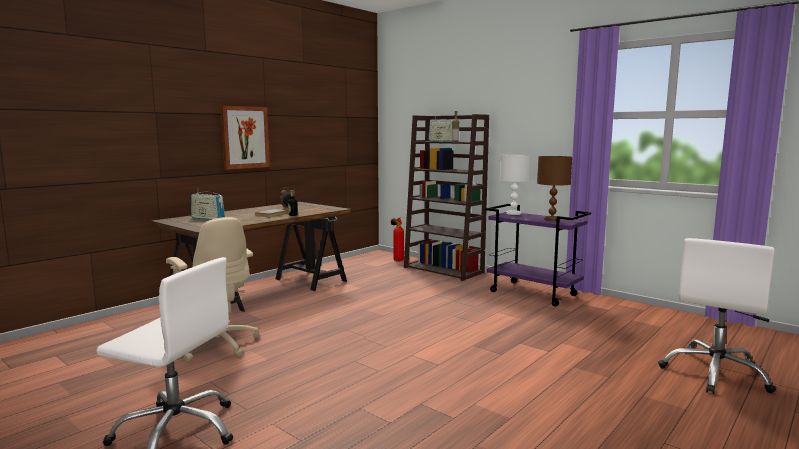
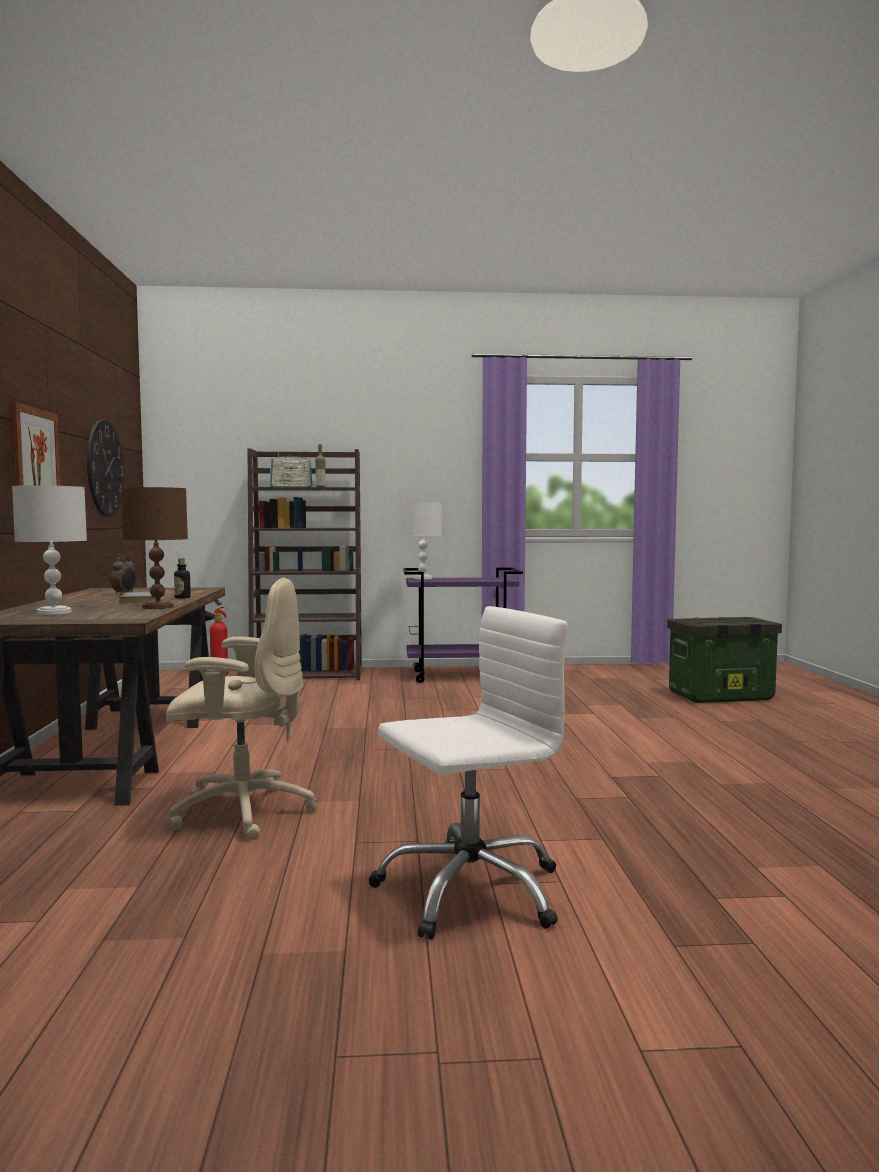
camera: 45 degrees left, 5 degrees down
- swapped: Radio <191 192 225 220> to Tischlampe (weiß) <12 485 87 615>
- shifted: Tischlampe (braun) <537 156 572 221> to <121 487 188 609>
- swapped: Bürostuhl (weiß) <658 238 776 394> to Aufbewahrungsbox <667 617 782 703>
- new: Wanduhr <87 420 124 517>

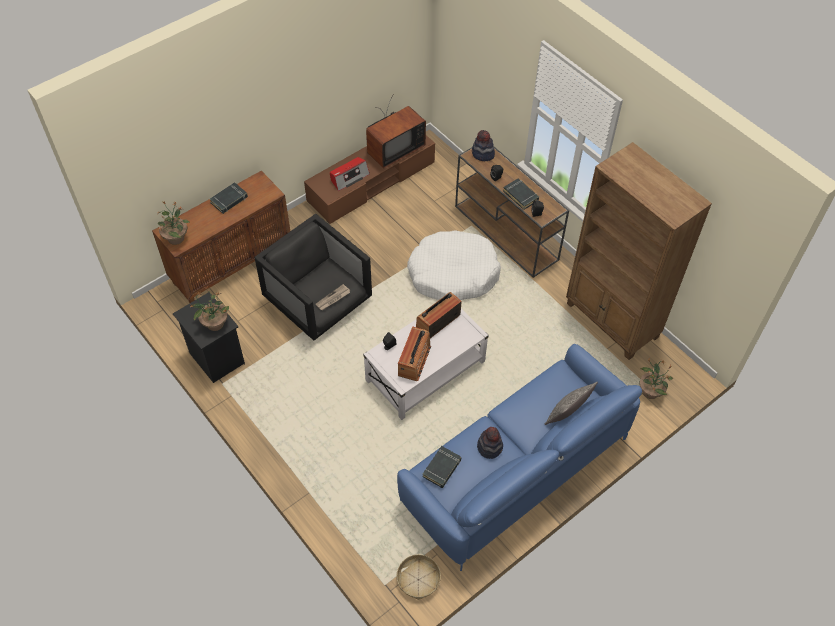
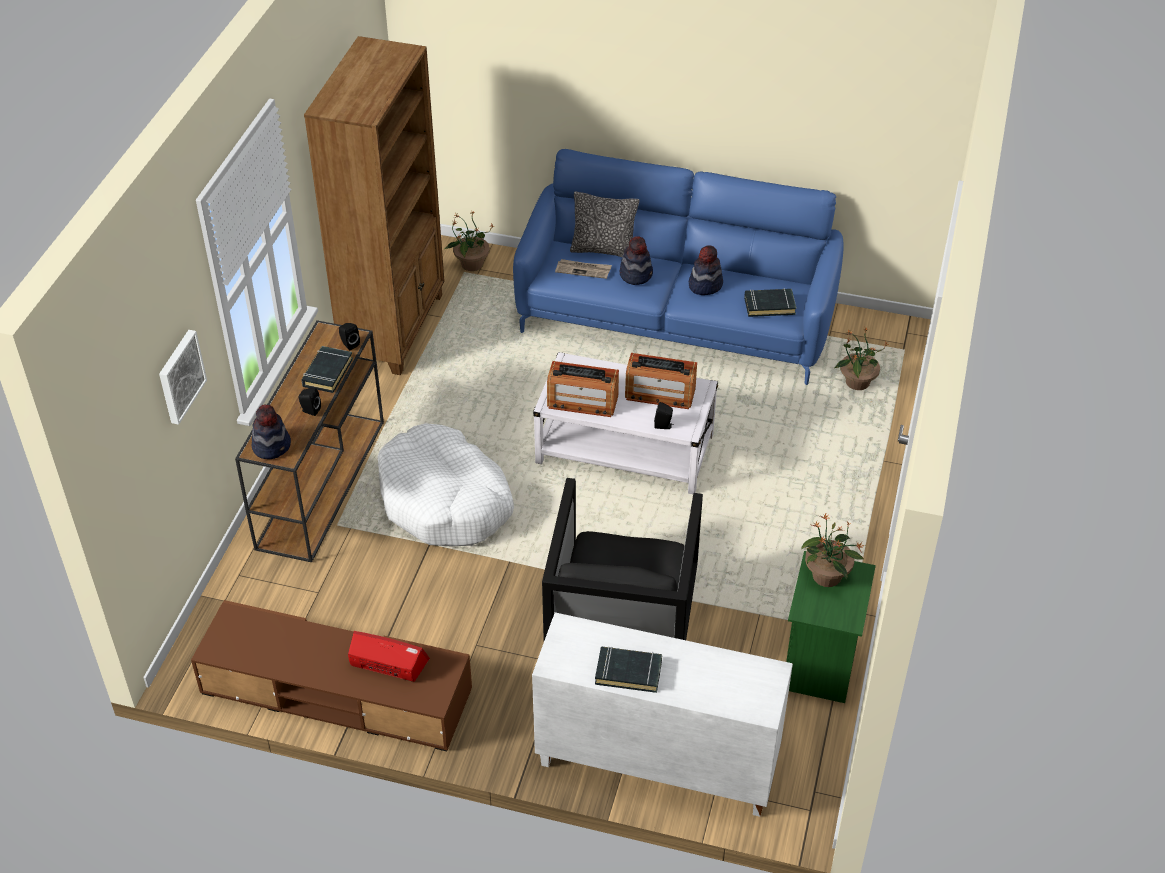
camera: 125 degrees left, 10 degrees down
- repainted: Schrank (braun) <152 171 290 303> to Schrank (weiß) <532 612 793 817>
- shifted: Topfpflanze <157 202 190 245> to <835 326 889 390>
- repainted: Nachttisch (schwarz) <173 292 245 383> to Nachttisch (grün) <786 551 876 703>
- shifted: Zeitung <316 284 350 310> to <555 259 612 279>
- gone: Fernseher <366 95 426 168>
- gone: Korb <397 554 441 600>
- rotated: Radio <398 326 431 381> = <625 353 697 409> 150 degrees counterclockwise
- new: Bild <159 330 207 425>
- new: Hut <620 237 653 285>

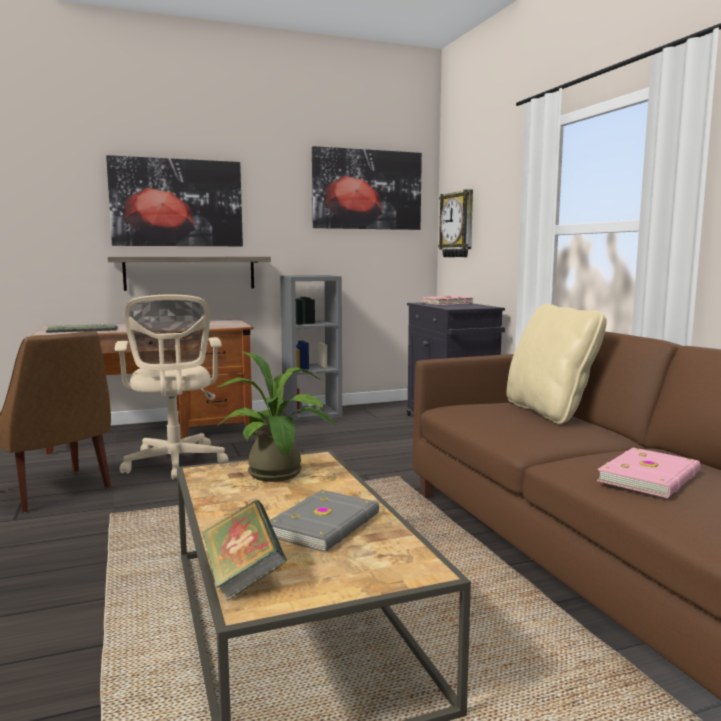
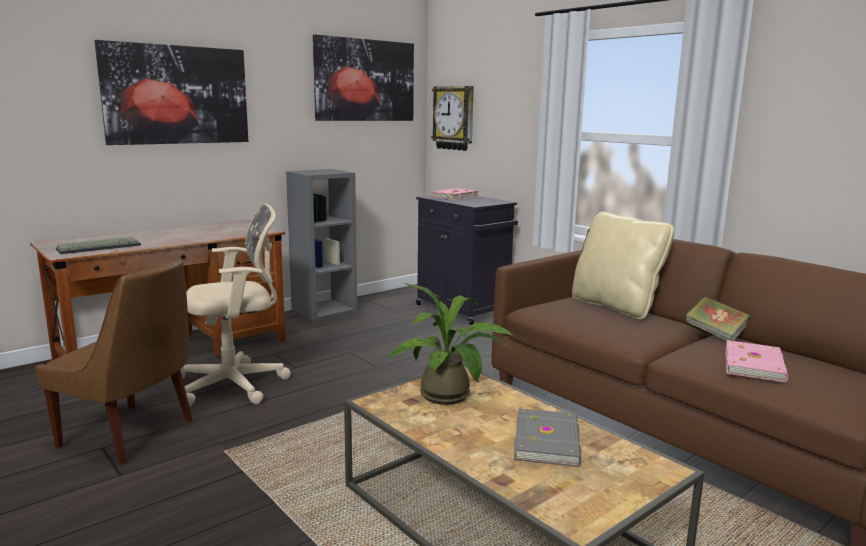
camera: 20 degrees left, 5 degrees up
- gone: Wandregal <108 257 271 291>
- rotated: Bürostuhl (beige) <115 294 228 480> = <180 203 291 406> 75 degrees counterclockwise
- shifted: Buch <203 500 287 601> to <685 296 751 341>

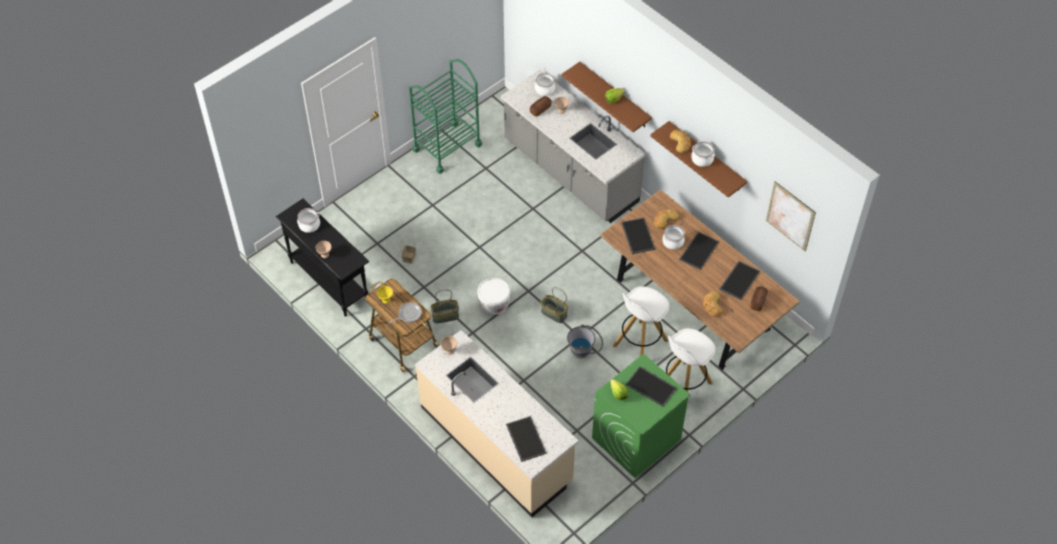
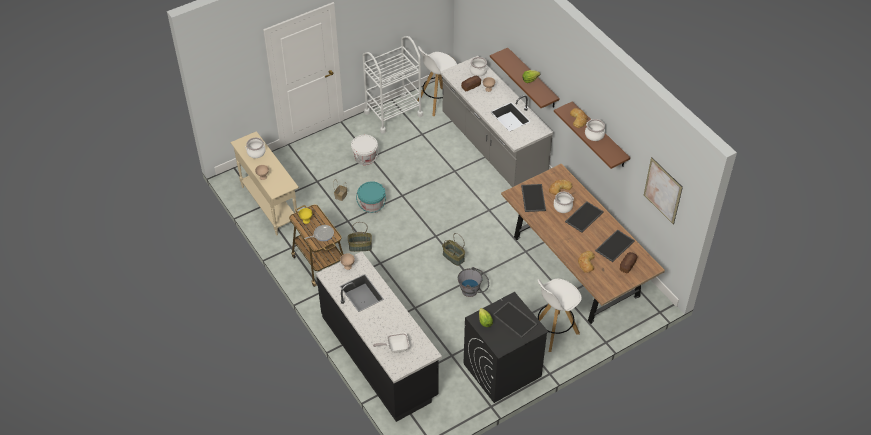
camera: 10 degrees right, 5 degrees down
- repainted: Konsolentisch (schwarz) <276 199 369 317> to Konsolentisch (beige) <230 131 299 235>
- repainted: Rollwagen (grün) <409 59 482 174> to Rollwagen (weiß) <362 36 423 134>
- repainted: Küchenzeile (beige) <415 330 579 517> to Küchenzeile (schwarz) <316 252 442 422>
- shifted: Eimer (weiß) <477 278 510 315> to <351 135 379 165>
- swapped: Tablett <506 416 547 462> to Pfanne <373 332 409 353>
- repainted: Waschmaschine (grün) <592 353 691 478> to Waschmaschine (schwarz) <464 292 549 403>
- shifted: Hocker (weiß) <613 286 670 356> to <417 46 457 116>
- new: Eimer (türkis) <356 181 386 213>

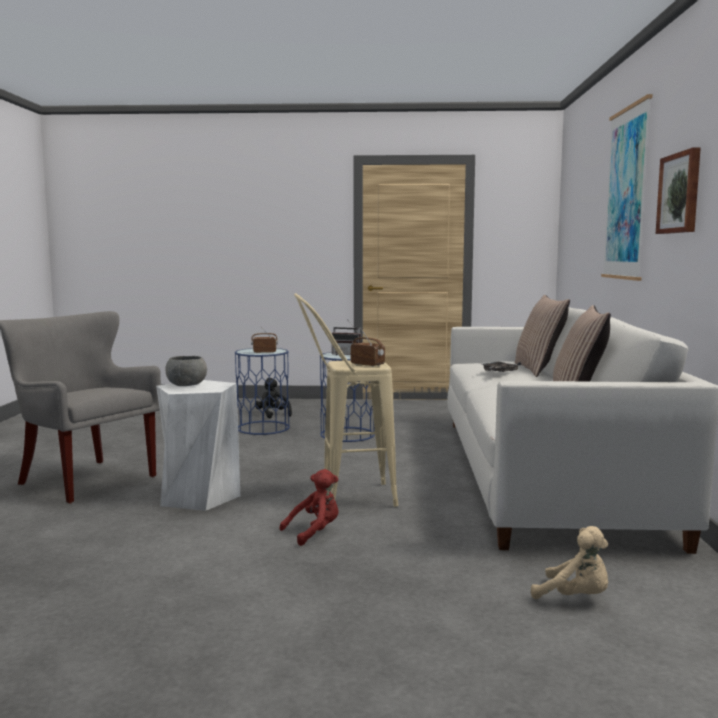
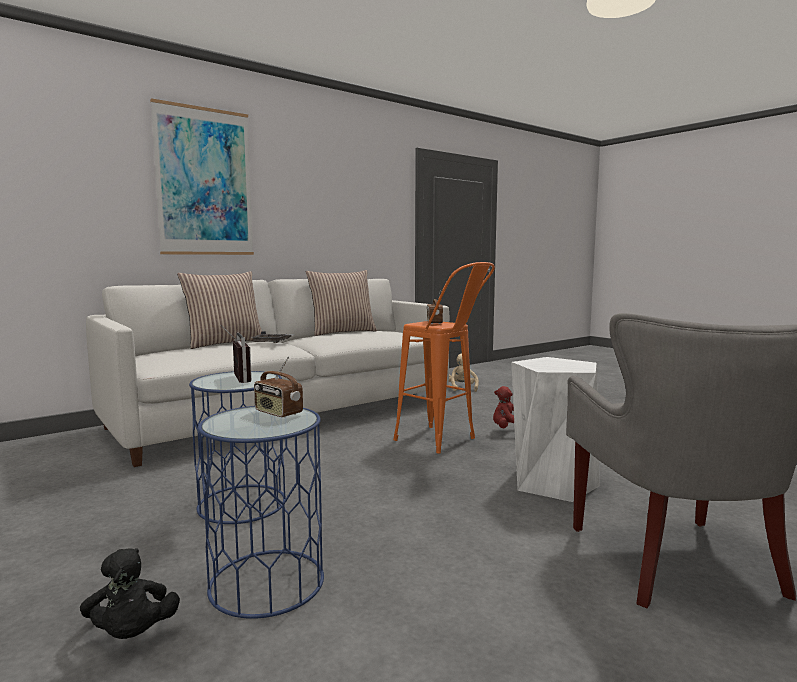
camera: 130 degrees left, 0 degrees up
- gone: Schüssel (grau) <165 356 207 386>
- rotated: Plüschtier (schwarz) <255 378 292 418> = <80 548 180 639> 45 degrees counterclockwise
- repainted: Hocker (beige) <294 293 398 507> to Hocker (orange) <393 262 495 453>
- gone: Bild <656 147 701 234>

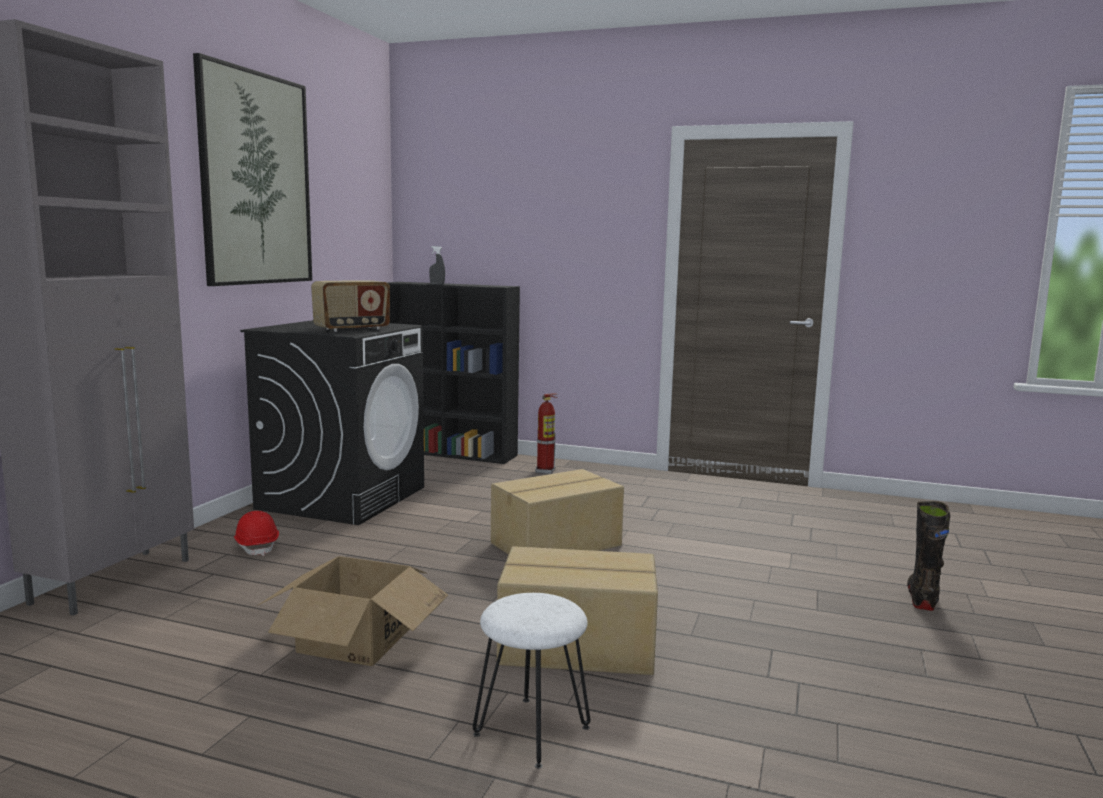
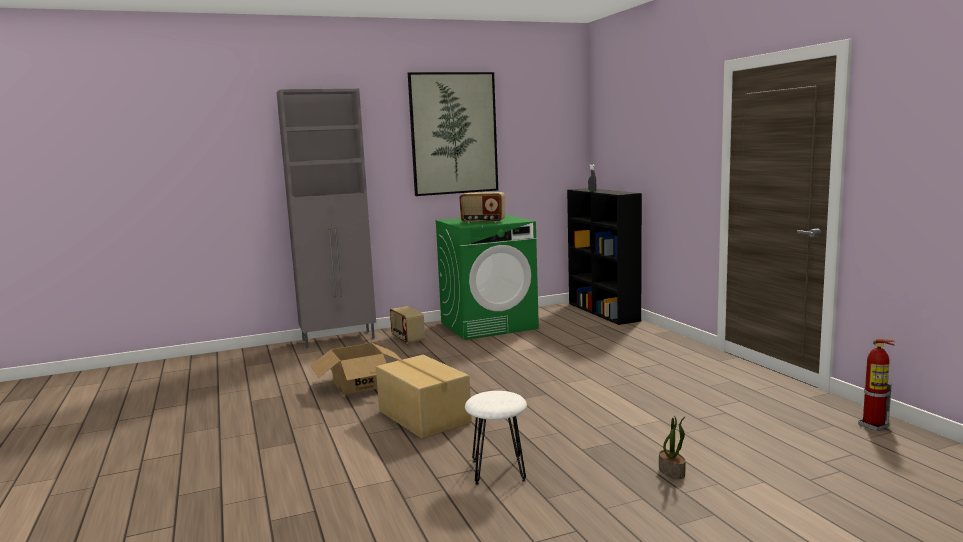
camera: 50 degrees right, 0 degrees up
- swapped: Schutzhelm (rot) <234 511 279 556> to Radio <390 306 425 344>
- repainted: Waschmaschine (schwarz) <240 320 424 525> to Waschmaschine (grün) <435 215 539 340>
- shifted: Hocker (weiß) <473 593 590 769> to <465 391 527 485>
- gone: Karton <491 469 624 555>
- shifted: Feuerlöscher <535 394 558 474> to <858 339 895 431>
- swapped: Stiefel (schwarz) <907 501 950 611> to Topfpflanze <659 415 686 479>

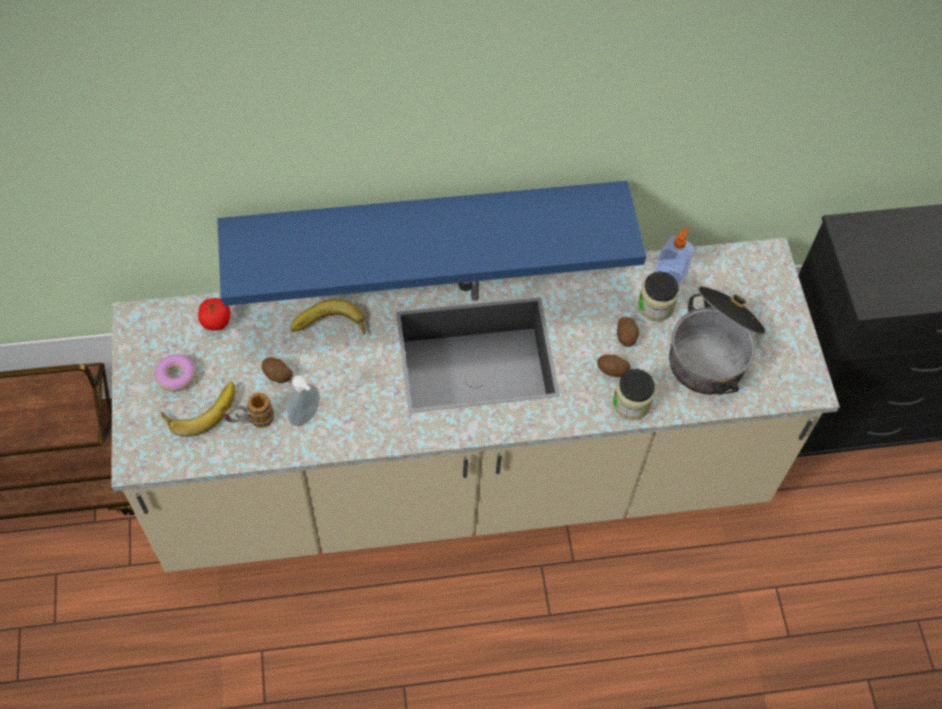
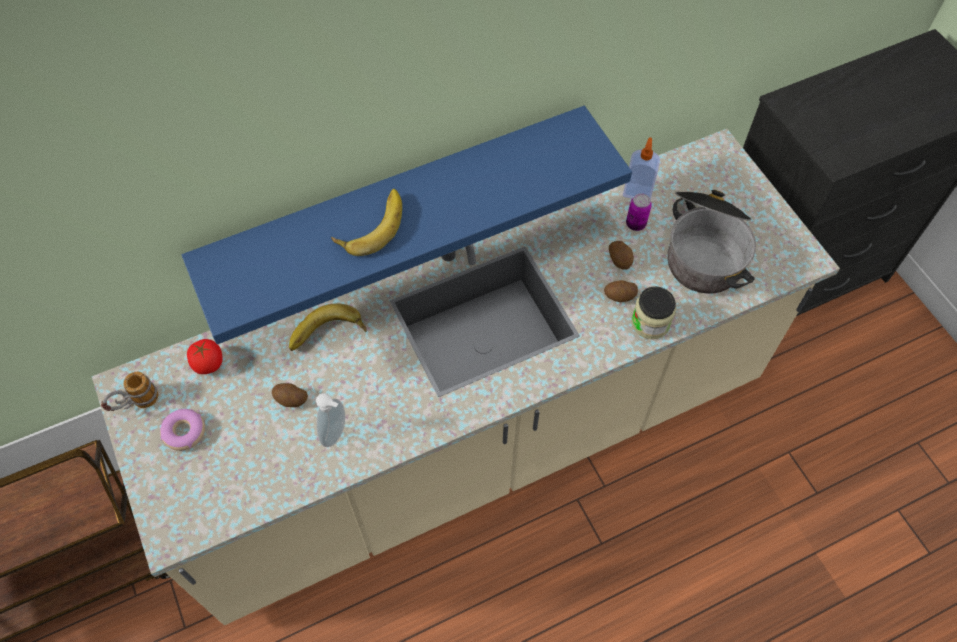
camera: 15 degrees left, 0 degrees up
- shifted: Banane <161 382 235 437> to <331 189 402 256>
- shifted: Henkelbecher <223 393 274 428> to <101 372 158 411>
- swapped: Vorratsglas <638 271 679 322> to Dose <626 193 652 231>

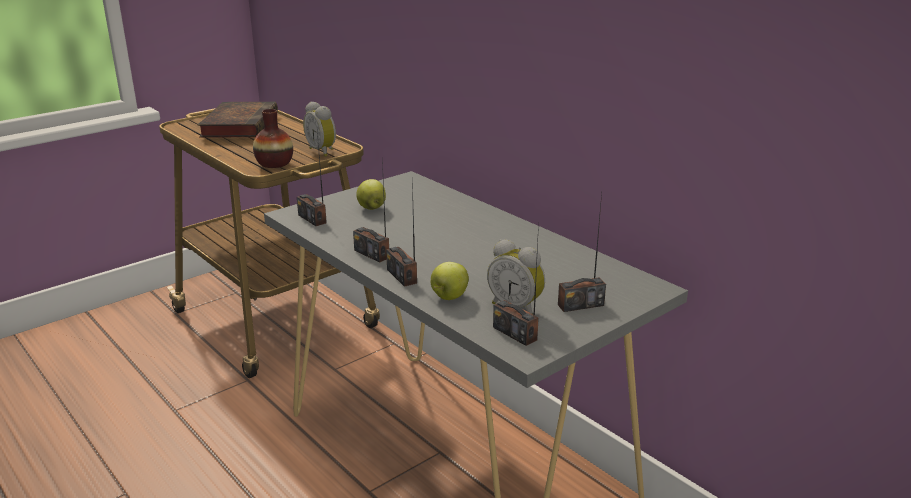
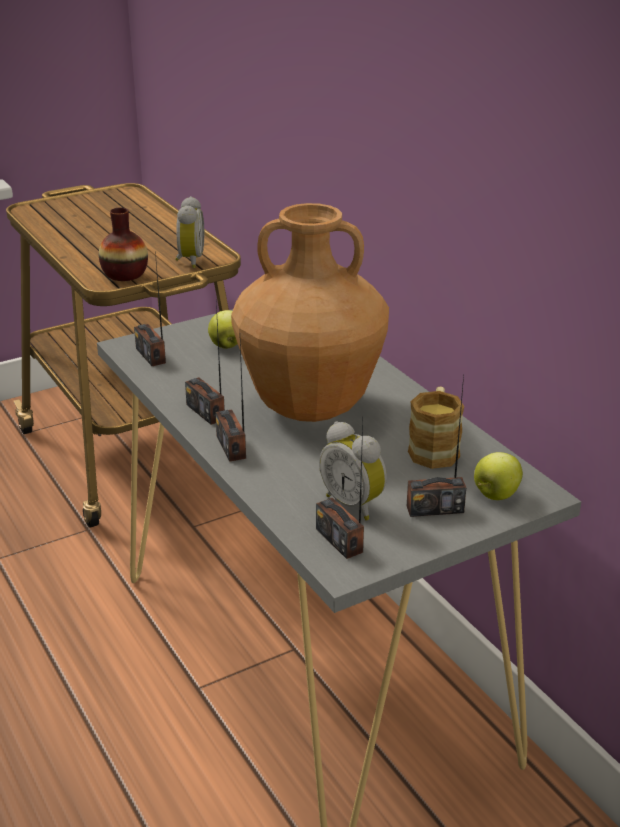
camera: 10 degrees right, 5 degrees up
- gone: Buch <197 102 278 138>
- rotated: Wecker <303 101 336 157> = <175 196 204 268> 150 degrees counterclockwise
- shifted: Apfel <431 262 469 300> to <474 452 523 500>
- new: Vase (braun) <231 203 389 422>
- new: Henkelbecher <408 387 464 469>

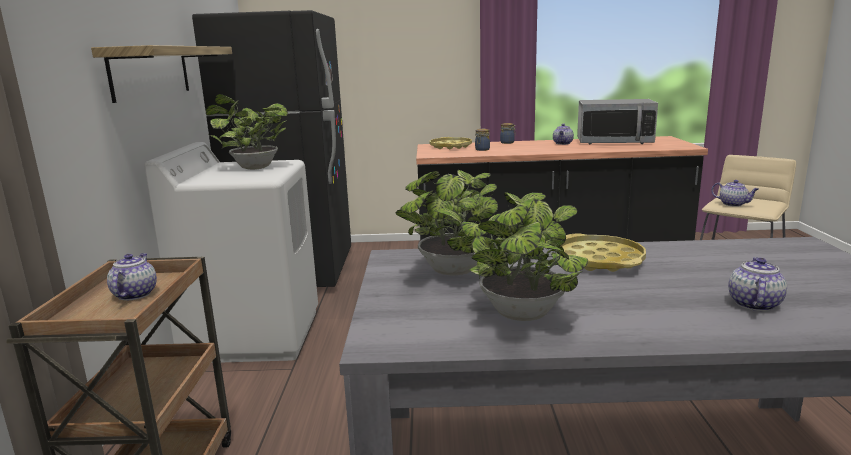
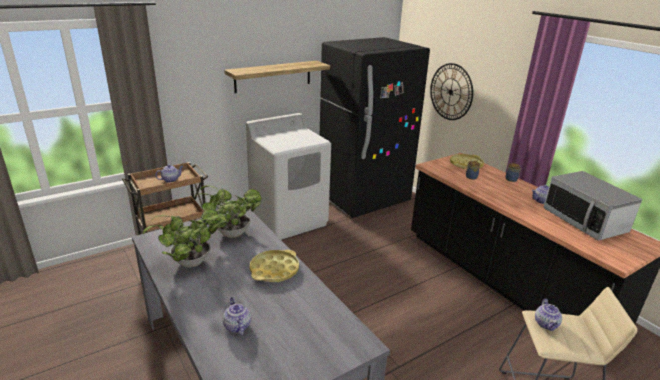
camera: 55 degrees right, 10 degrees up
- gone: Topfpflanze <206 94 288 170>
- rotated: Teekanne <728 257 787 311> = <223 297 251 335> 105 degrees counterclockwise
- new: Wanduhr <430 63 473 120>

